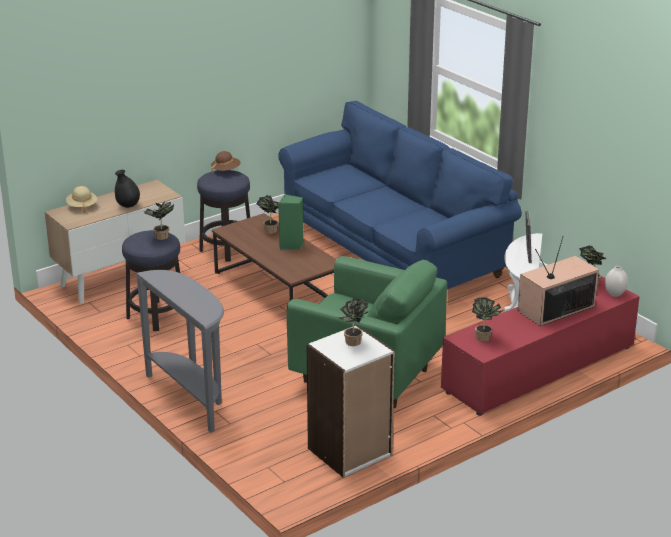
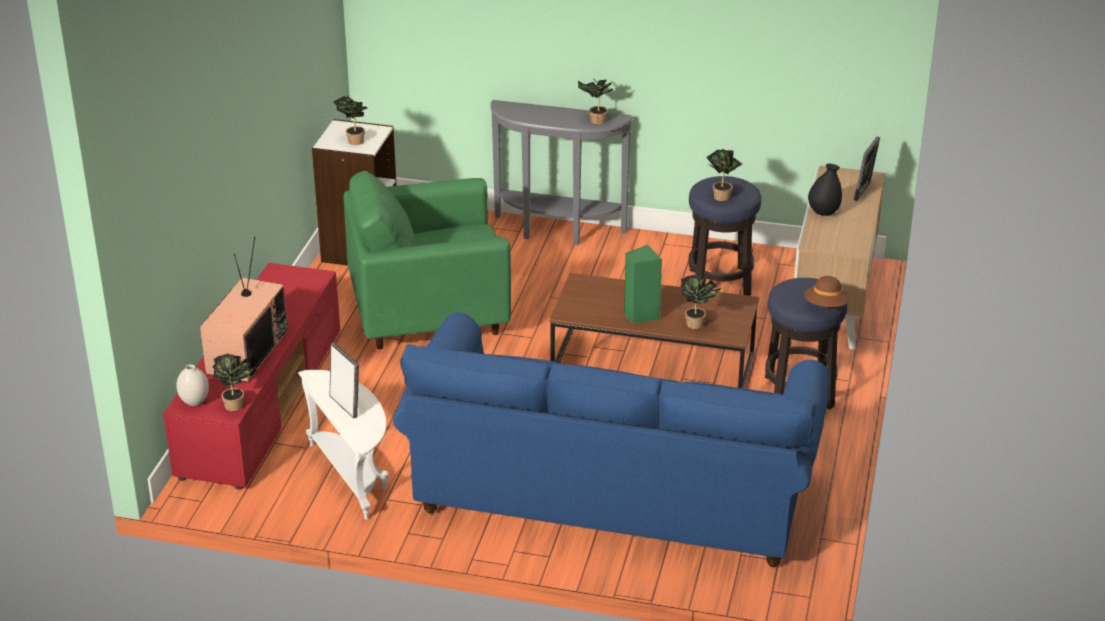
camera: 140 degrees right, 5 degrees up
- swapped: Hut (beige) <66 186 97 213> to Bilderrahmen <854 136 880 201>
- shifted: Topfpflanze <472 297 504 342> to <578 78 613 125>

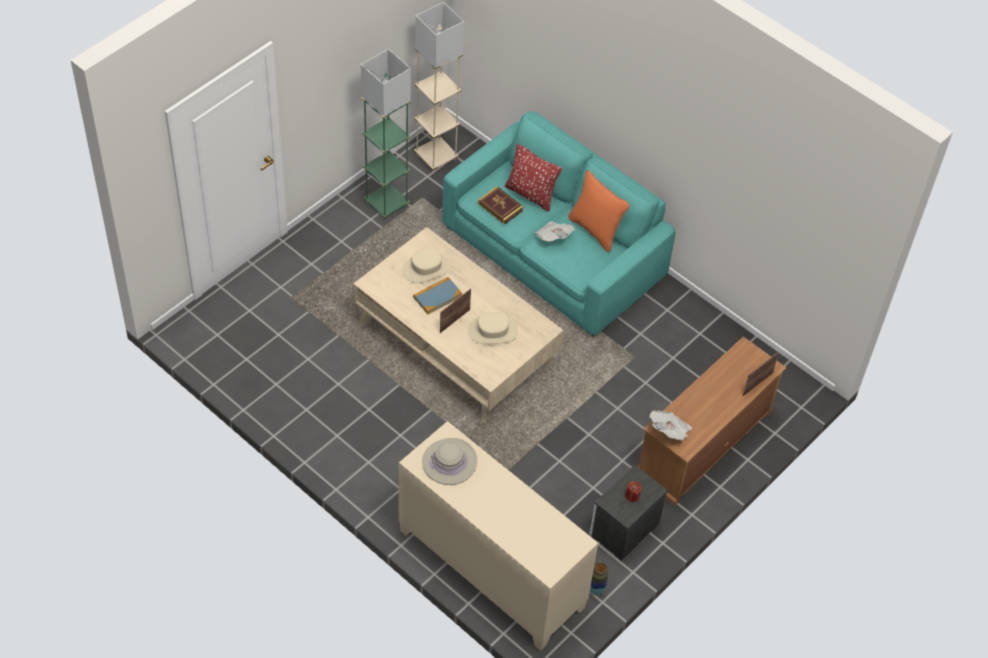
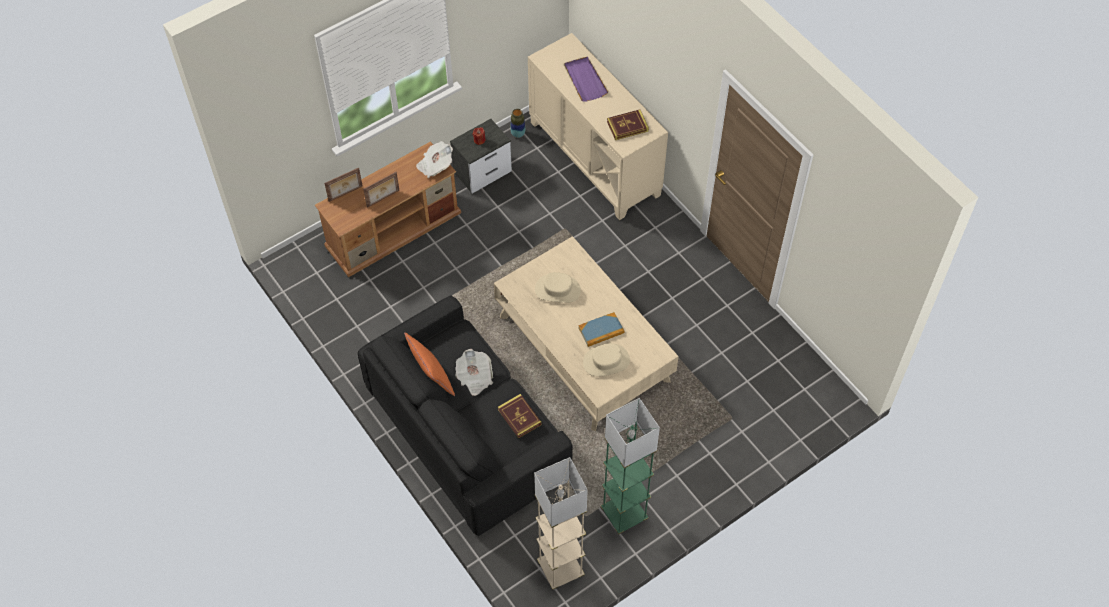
camera: 165 degrees left, 5 degrees up
- swapped: Hut (beige) <422 438 477 485> to Buch <607 109 649 140>
- shifted: Bilderrahmen <440 288 471 333> to <363 172 399 208>
- repainted: Sofa (türkis) <442 111 676 337> to Sofa (schwarz) <358 295 573 536>
- gone: Kissen (rot) <505 144 562 212>
- new: Tablett (lila) <564 57 608 101>

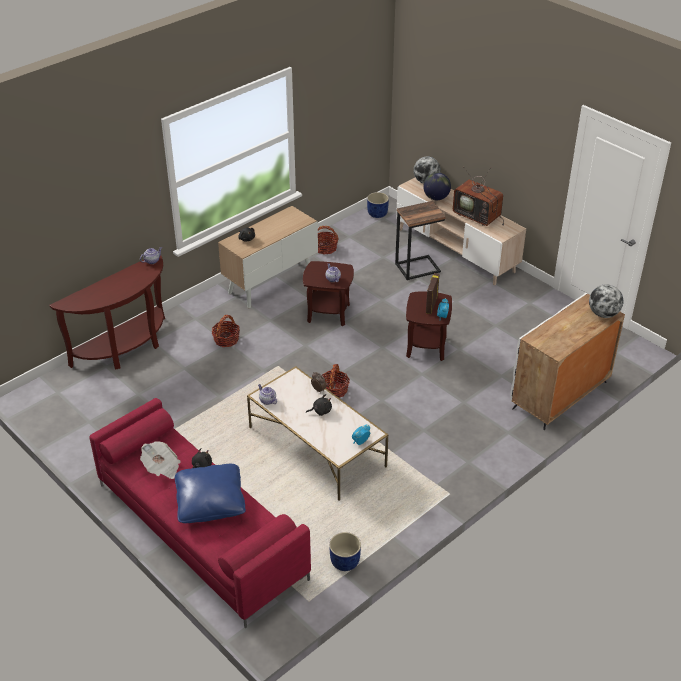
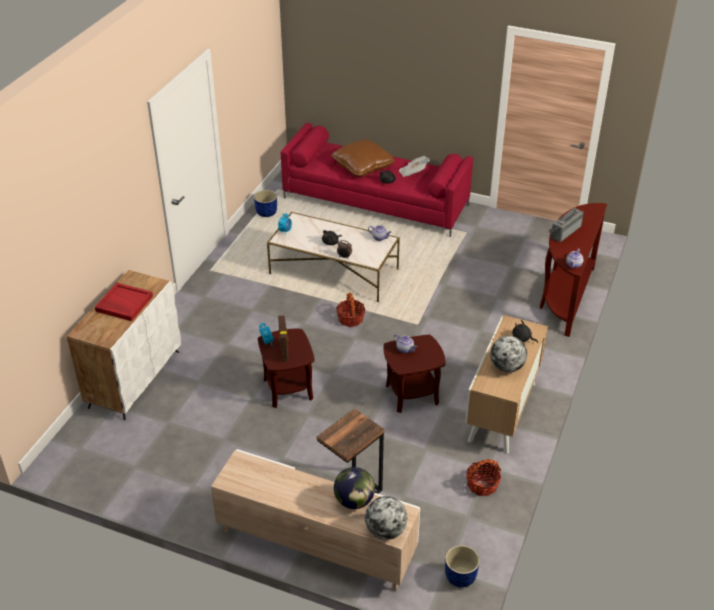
camera: 155 degrees right, 0 degrees up
- repainted: Kissen (blau) <175 464 246 523> to Kissen (braun) <331 139 395 177>
- gone: Korb <212 315 240 347>
- gone: Fernseher <453 166 504 226>
- shifted: Globus <589 284 623 318> to <490 336 527 373>
- new: Tablett (rot) <95 283 153 321>
- new: Radio <548 208 584 242>

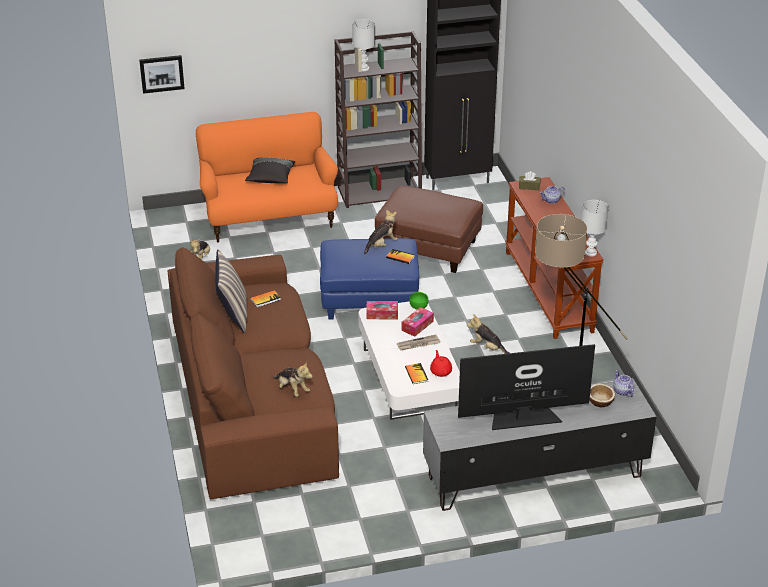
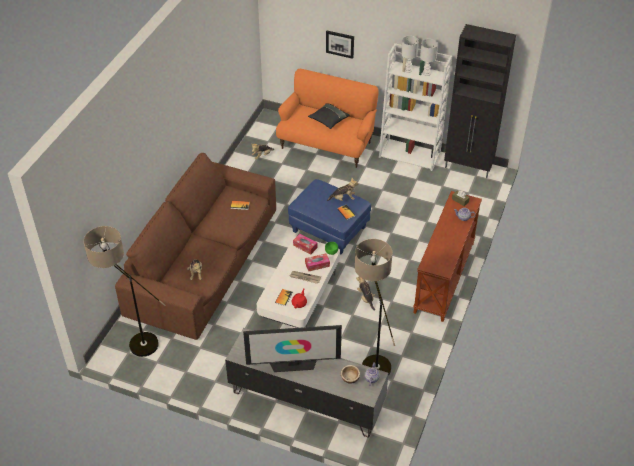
camera: 35 degrees right, 10 degrees up
- shifted: Bild <139 55 185 94> to <326 31 354 59>
- gone: Kissen <216 250 247 333>
- repainted: Bücherregal (braun) <335 31 422 208> to Bücherregal (weiß) <379 43 452 171>
- gone: Polsterhocker (braun) <375 186 483 273>
- rotated: Fernseher <458 344 595 430> = <243 325 342 372> 150 degrees clockwise
- shifted: Tischlampe (weiß) <581 200 608 256> to <420 39 438 76>
- new: Stehlampe <84 226 165 357>

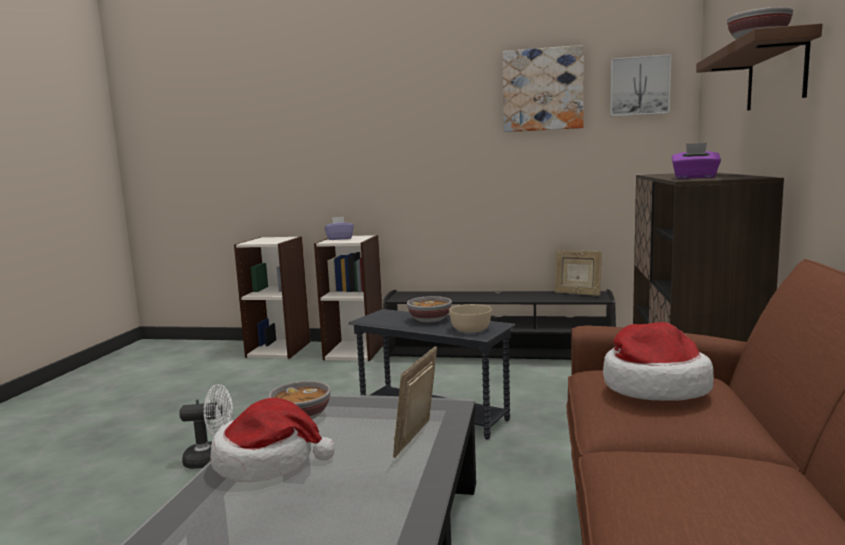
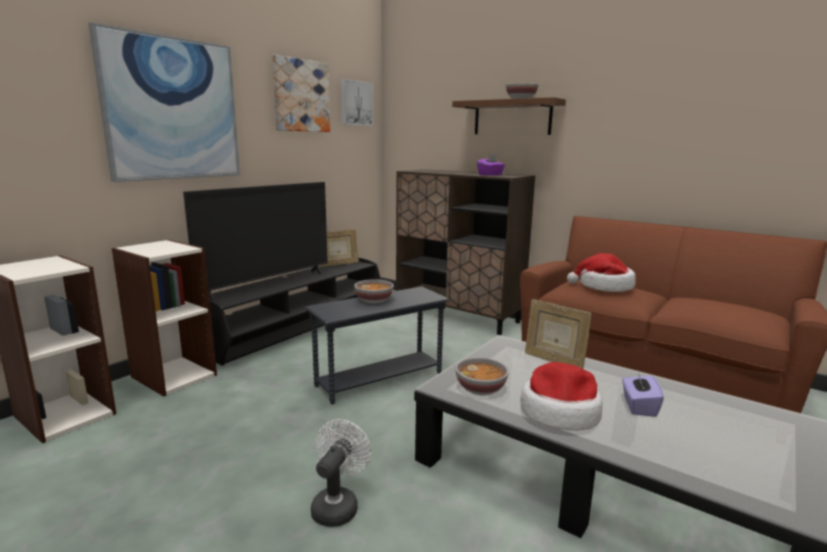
camera: 65 degrees left, 5 degrees up
- shifted: Taschentuchbox (lila) <324 216 354 240> to <622 369 664 417>
- gone: Schüssel (beige) <449 304 492 333>
- new: Bild <88 22 240 182>
- new: Fernseher <183 182 328 301>

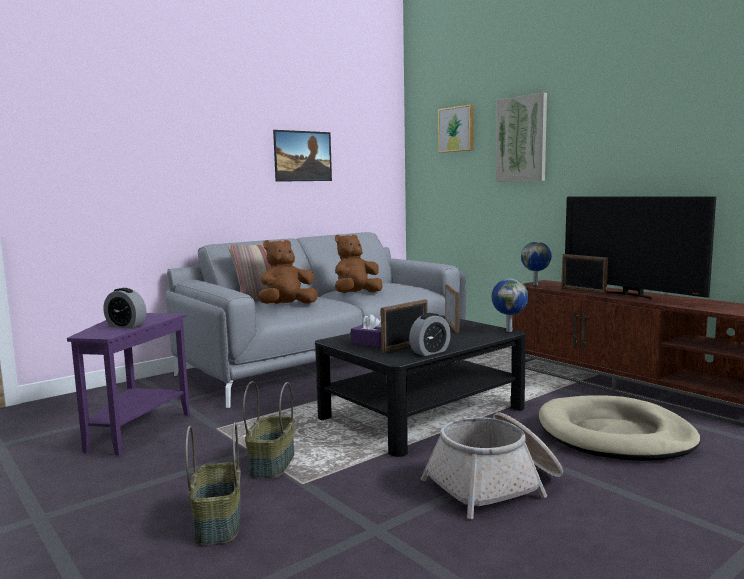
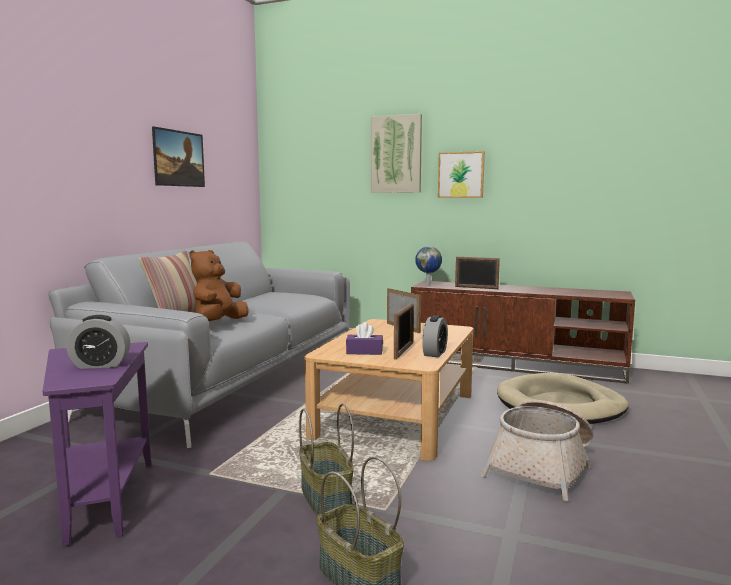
camera: 30 degrees left, 0 degrees up
- repainted: Couchtisch (schwarz) <315 315 526 457> to Couchtisch (beige) <304 319 474 461>
- gone: Plüschtier (braun) <335 235 382 293>
- shifted: Bild <438 104 474 153> to <438 151 485 198>
- gone: Globus <492 279 529 332>
- gone: Fernseher <565 197 716 299>

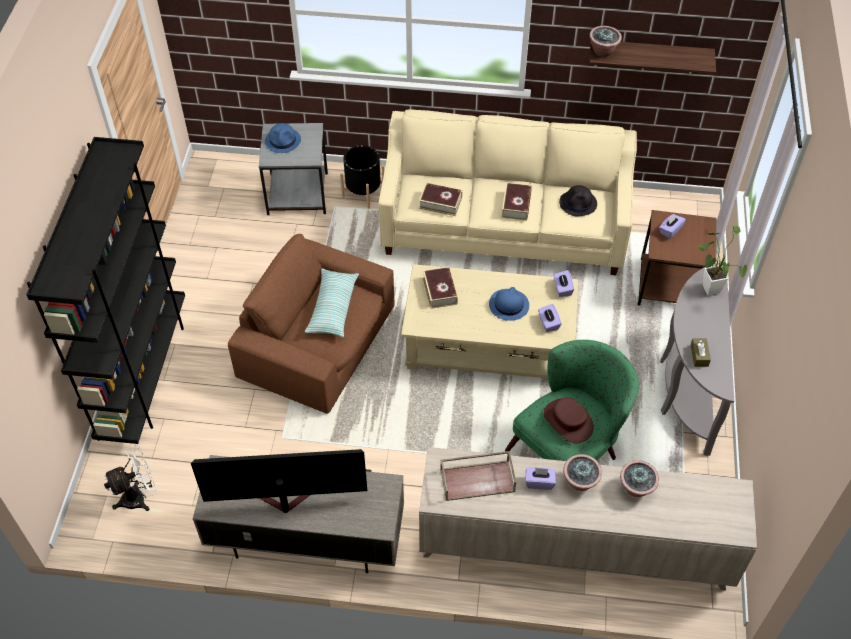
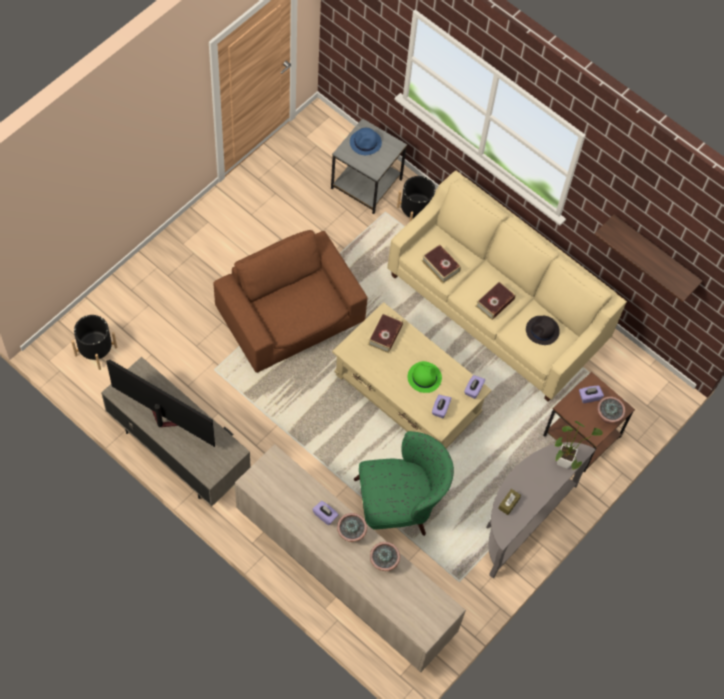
camera: 30 degrees right, 10 degrees up
- gone: Bücherregal (schwarz) <26 137 185 444>
- swapped: Ventilator (weiß) <104 445 158 511> to Pflanzkübel (schwarz) <71 315 117 370>
- gone: Kissen <305 269 359 337>
- gone: Tablett (braun) <440 451 516 501>
- repainted: Hut (blau) <489 287 529 321> to Hut (grün) <408 361 442 393>
- gone: Hut (braun) <544 397 594 443>
- shifted: Topfpflanze <589 26 622 57> to <597 397 625 423>

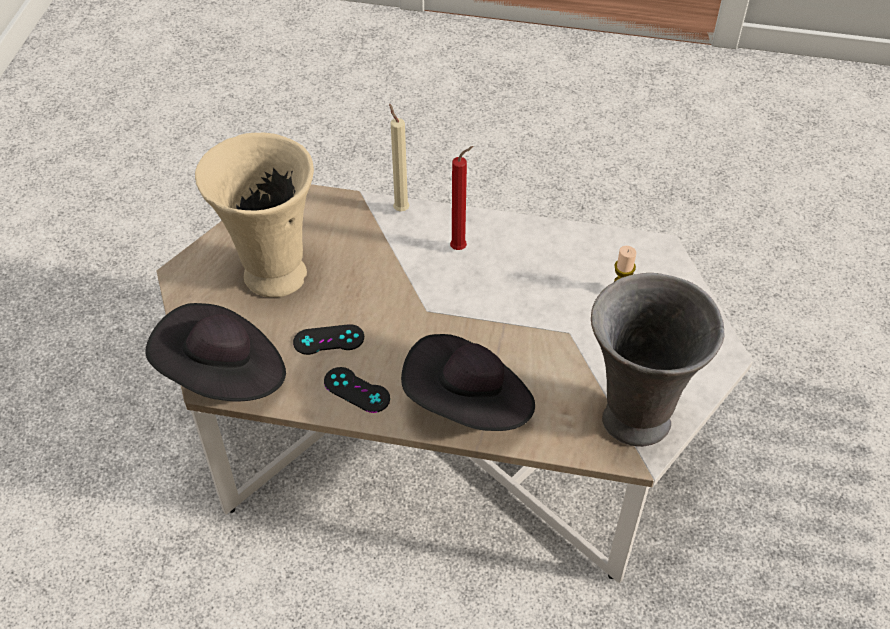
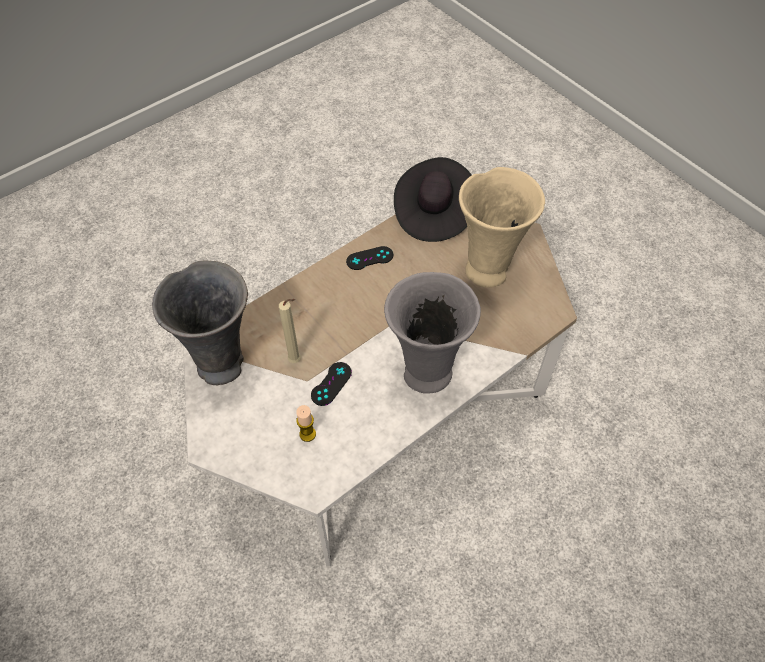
camera: 130 degrees right, 5 degrees up
- shifted: Gamepad (schwarz) <293 324 364 355> to <311 362 352 406>
- shifted: Kerze (beige) <389 103 409 211> to <279 299 301 363>
- gone: Hut (schwarz) <401 334 535 431>
- swapped: Kerze (rot) <450 146 473 250> to Vase (grau) <384 272 481 394>

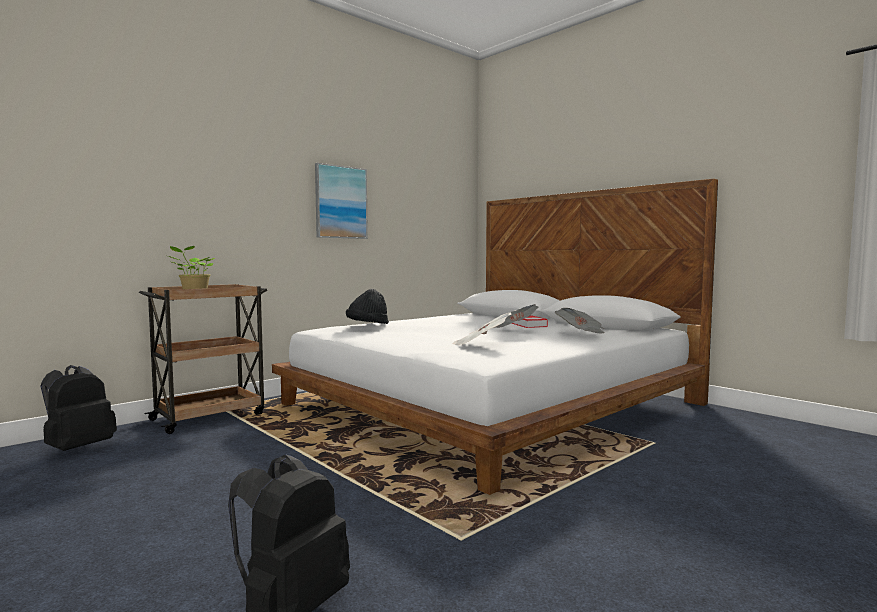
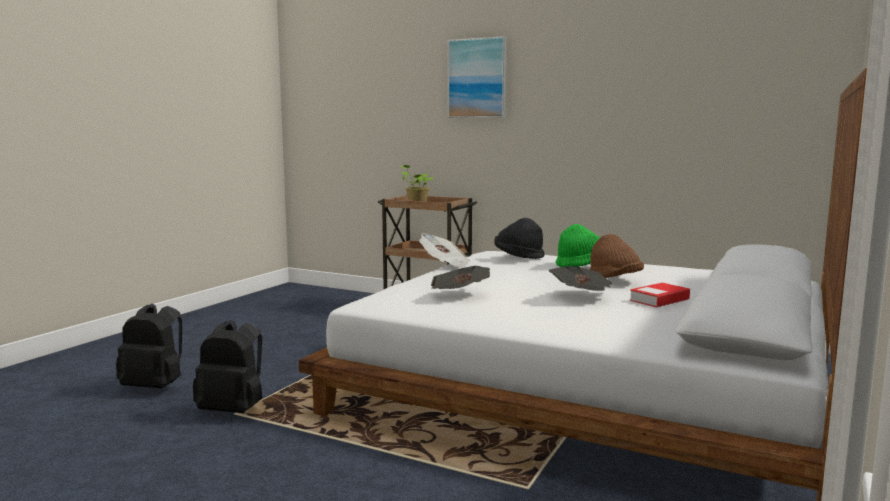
camera: 70 degrees right, 5 degrees up
- shifted: Rucksack (schwarz) <41 365 117 451> to <193 320 262 413>
- shifted: Bild <315 163 368 239> to <448 36 507 118>
- shifted: Zeitung <555 308 605 333> to <419 233 470 268>
- new: Hut (grün) <556 224 600 267>
- new: Hut (braun) <589 234 644 278>

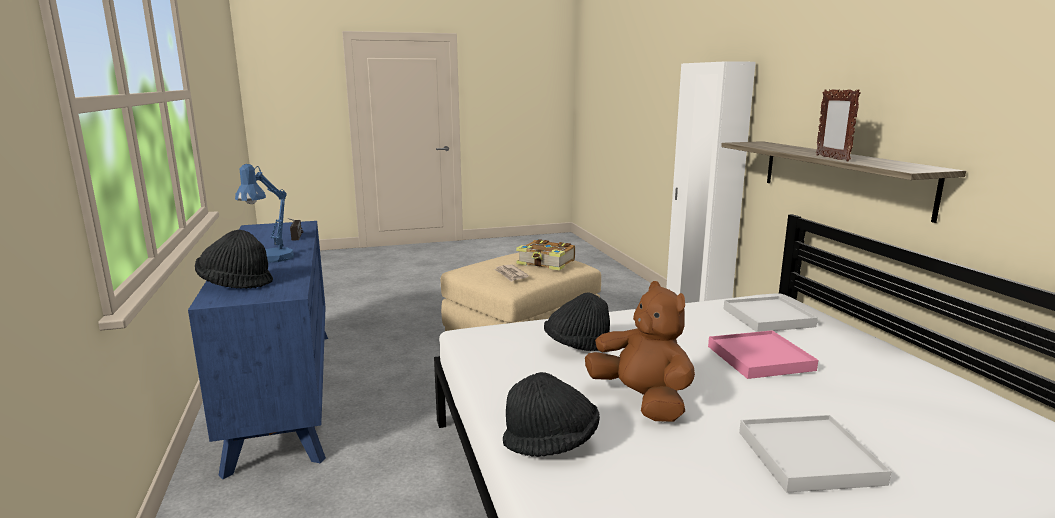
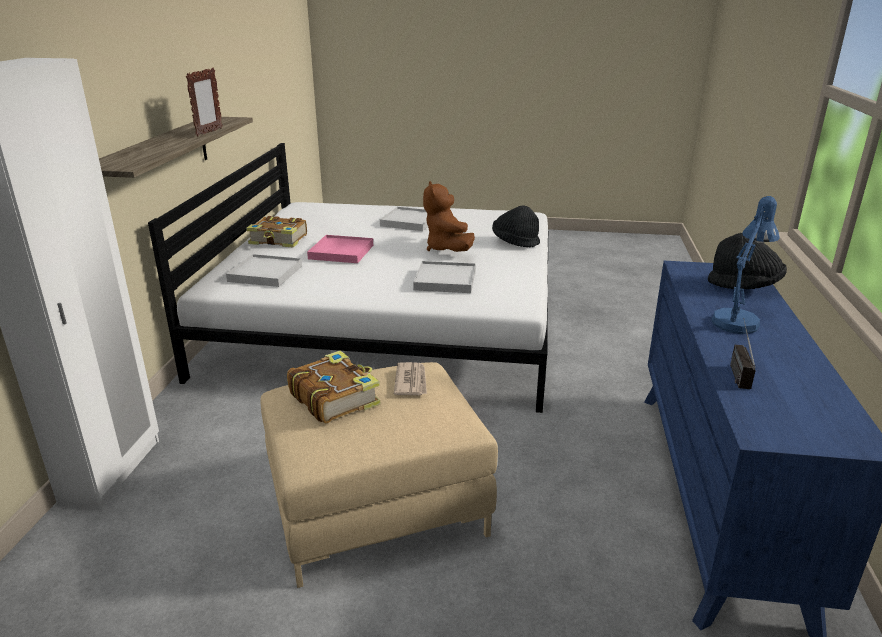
camera: 155 degrees left, 10 degrees up
- swapped: Hut (schwarz) <544 292 610 351> to Tablett (weiß) <413 261 476 293>
- new: Buch <246 216 307 248>

